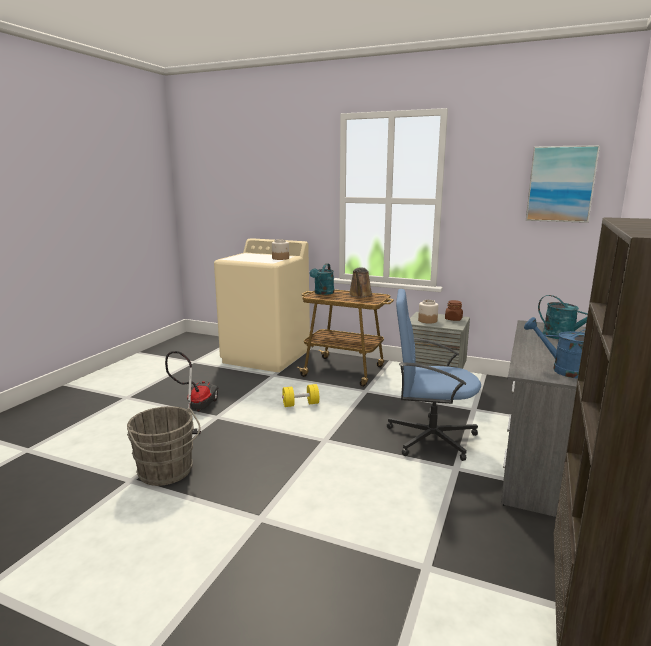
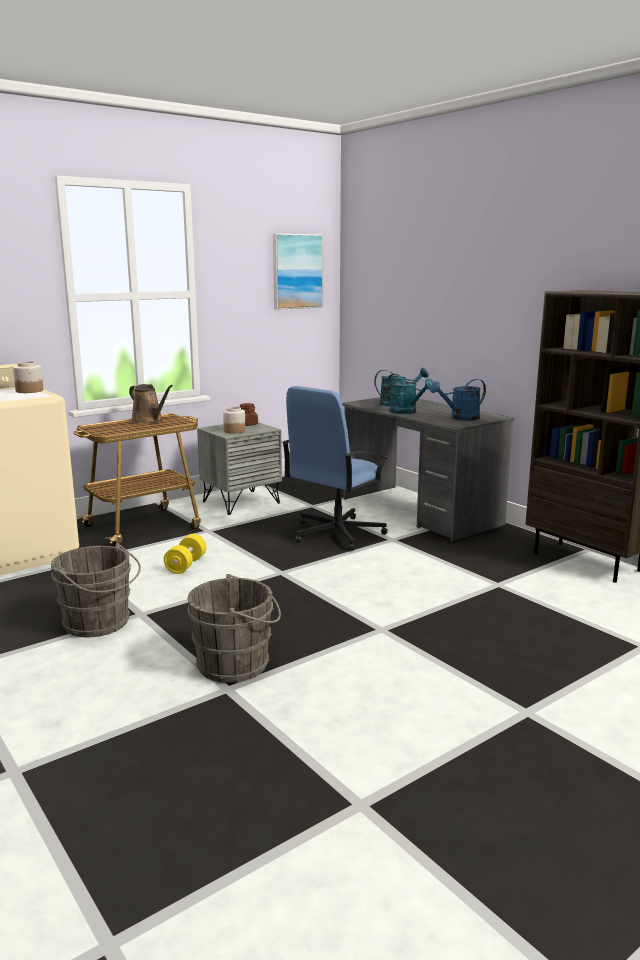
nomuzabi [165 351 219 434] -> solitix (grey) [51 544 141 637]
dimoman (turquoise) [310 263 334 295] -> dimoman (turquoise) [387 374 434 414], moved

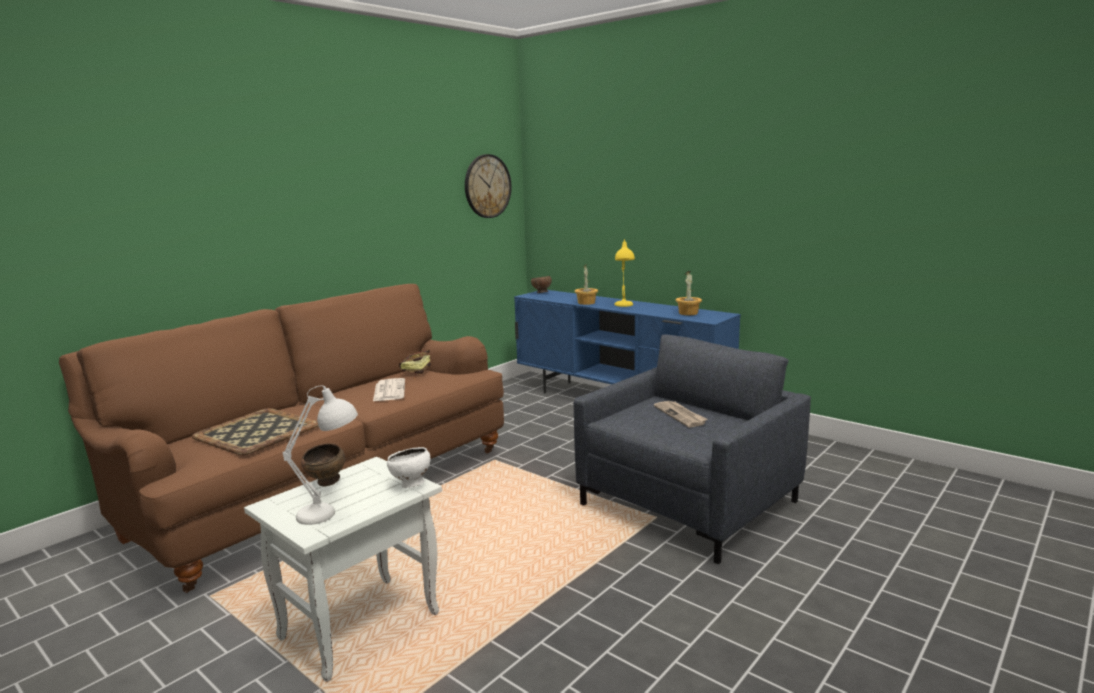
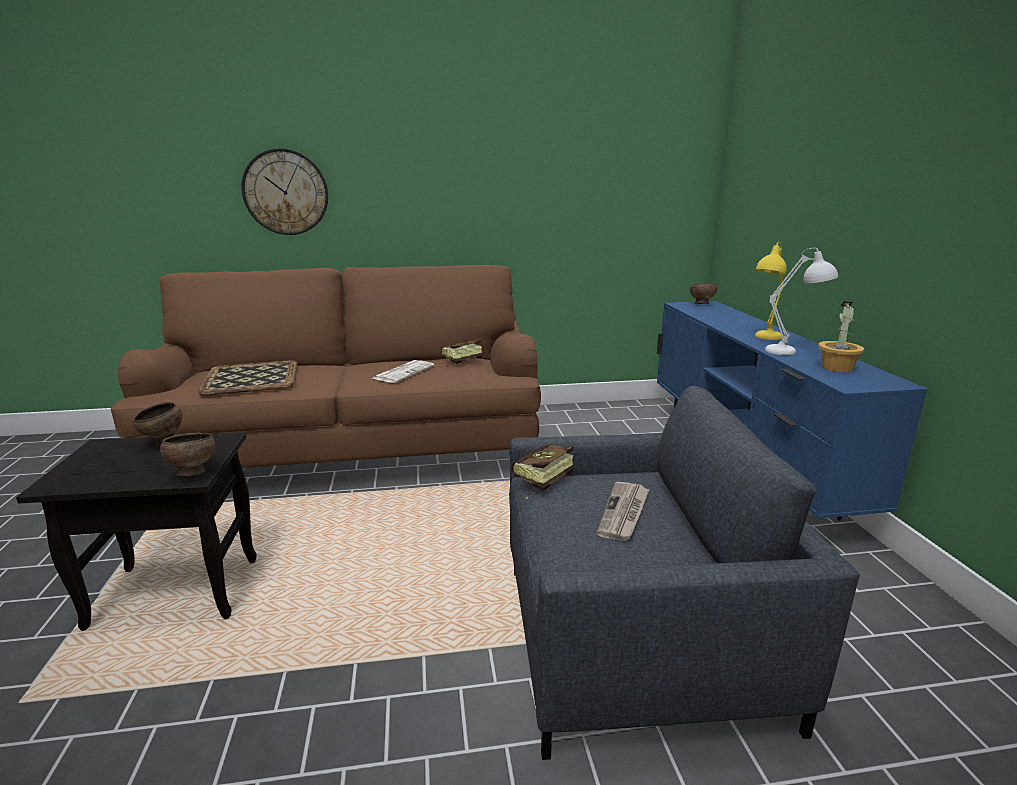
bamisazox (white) [244 457 442 682] -> bamisazox (black) [16 432 257 631]
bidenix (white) [387 447 430 488] -> bidenix (brown) [160 432 215 476]
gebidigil [465 154 512 218] -> gebidigil [241 148 328 235], moved
none -> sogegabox [512 445 574 499]
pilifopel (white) [283 385 358 525] -> pilifopel (white) [765 248 838 355], moved
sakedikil [575 264 598 305] -> none

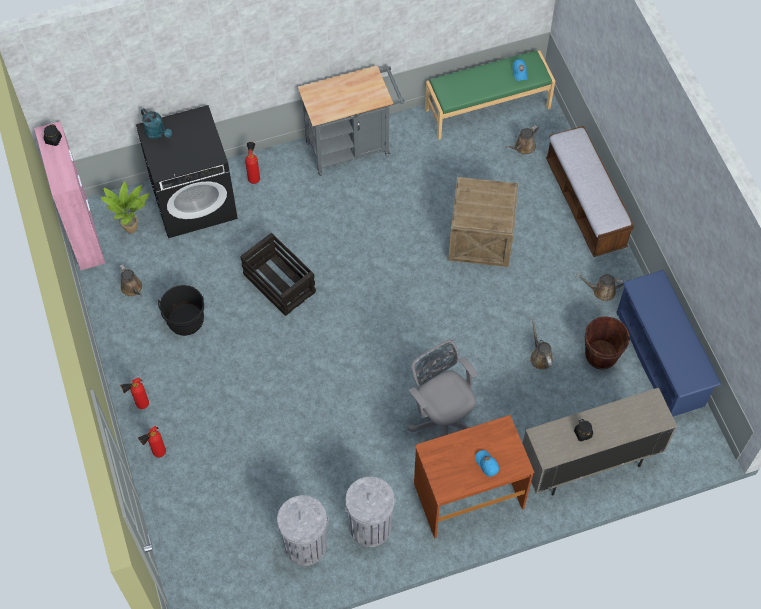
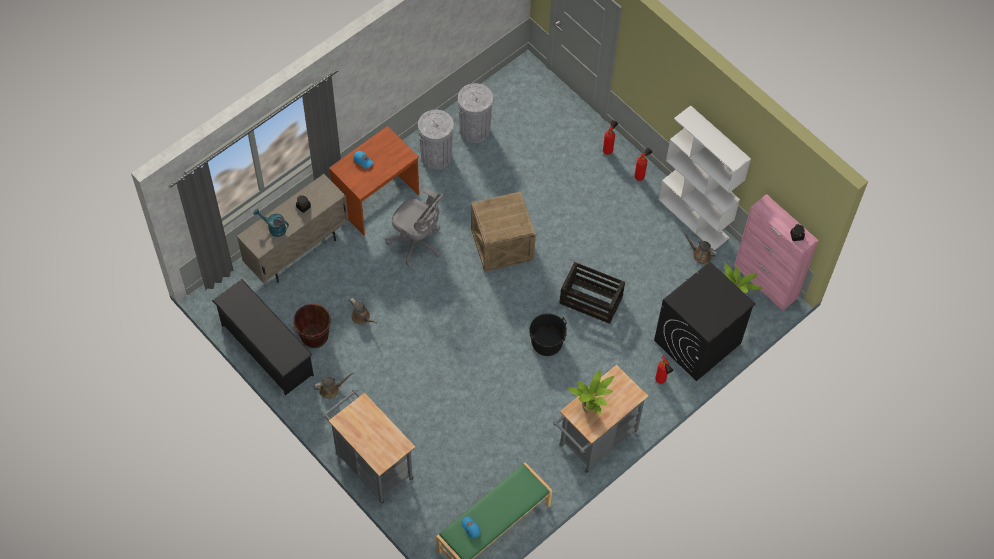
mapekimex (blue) [616 270 722 417] -> mapekimex (black) [212 279 314 395]
dimoman (turquoise) [141 108 172 139] -> dimoman (turquoise) [253 208 289 237], moved
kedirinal [546 126 634 257] -> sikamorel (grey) [322 389 415 504]
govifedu [448 177 519 267] -> govifedu [471 191 536 272], moved
solitix (black) [158 285 204 336] -> solitix (black) [529 313 567 356], moved
none -> sakedikil [567 370 614 414]
none -> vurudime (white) [658 105 751 250]
dimoman (brown) [506 125 539 155] -> none

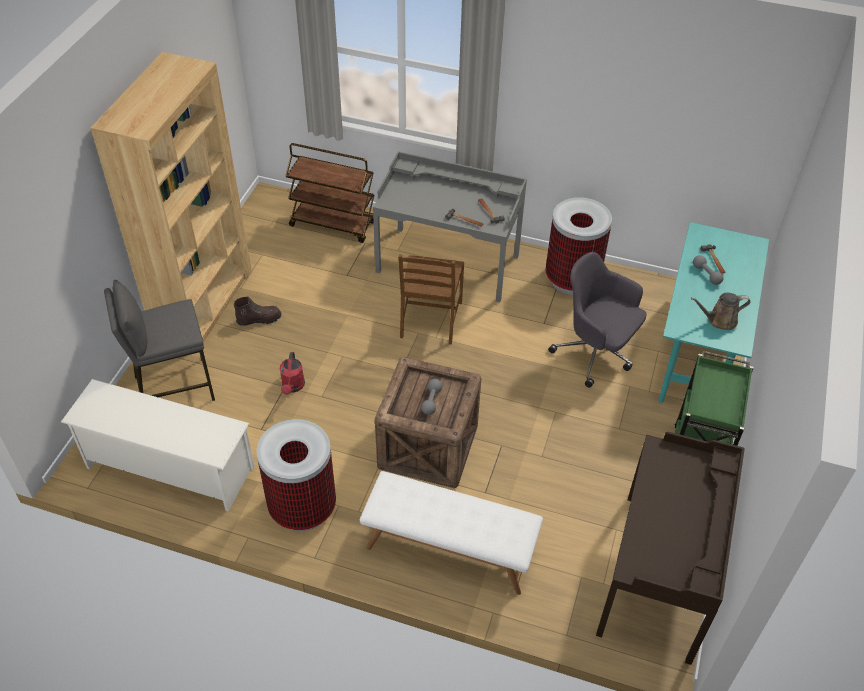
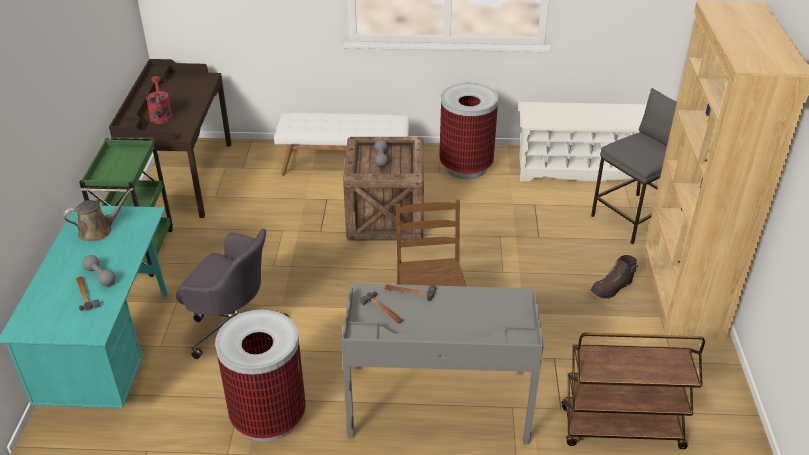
dimoman (red) [280 352 305 395] -> dimoman (red) [146 76 172 124], moved

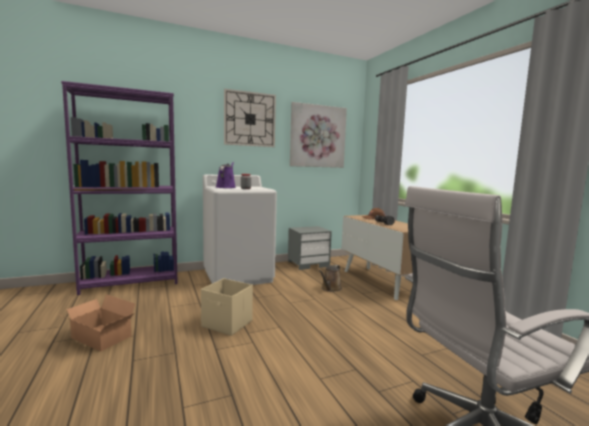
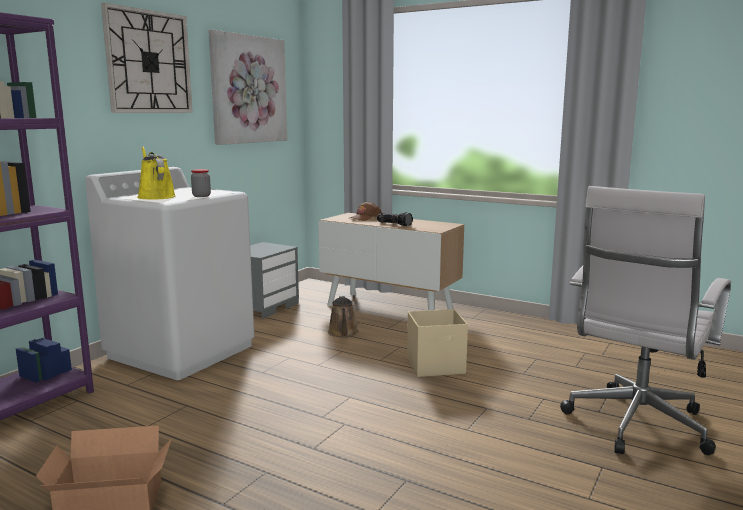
dimoman (purple) [216 162 236 188] -> dimoman (yellow) [137 147 176 199]
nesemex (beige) [201 278 253 336] -> nesemex (beige) [407 309 468 377], moved

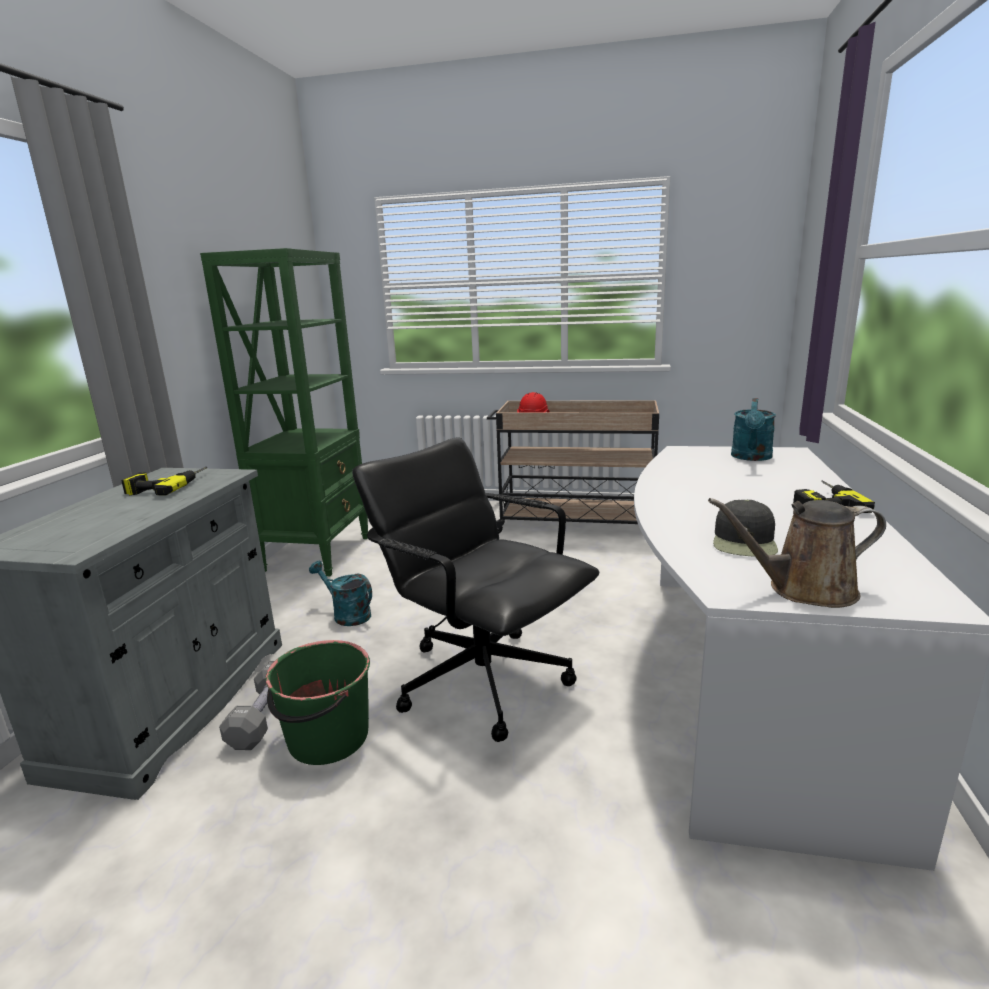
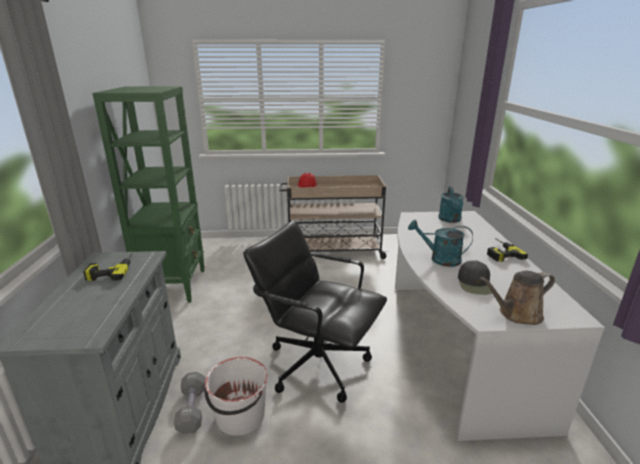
solitix (green) [266 640 370 765] -> solitix (white) [204 357 268 436]
dimoman (turquoise) [309 561 372 626] -> dimoman (turquoise) [408 220 473 267], moved

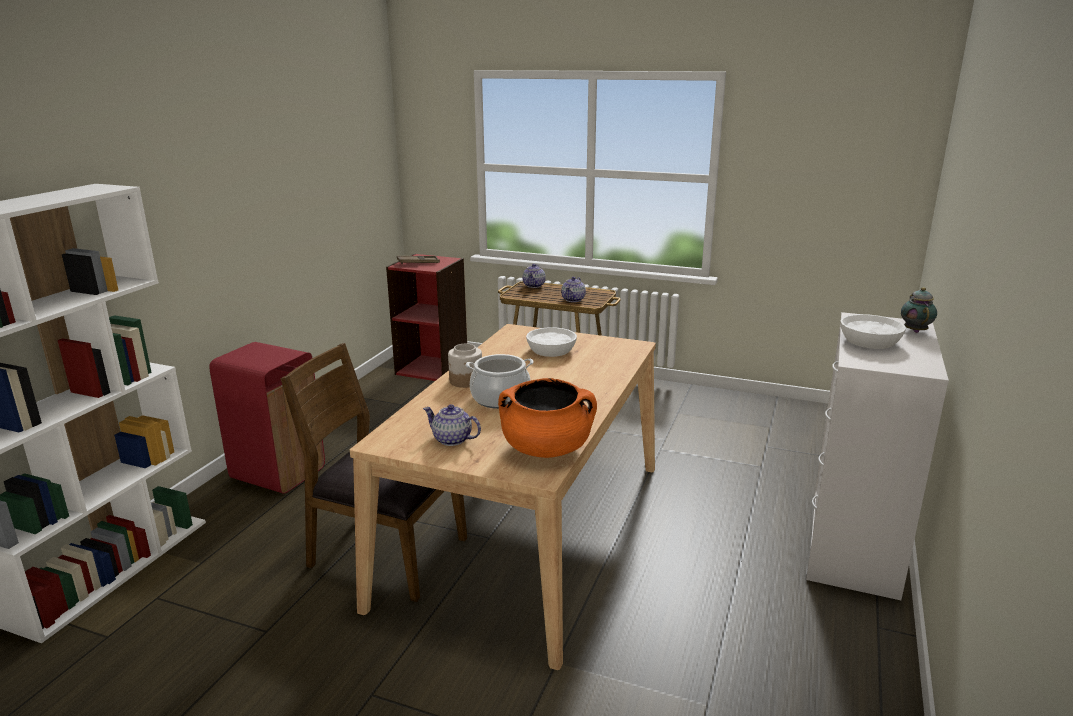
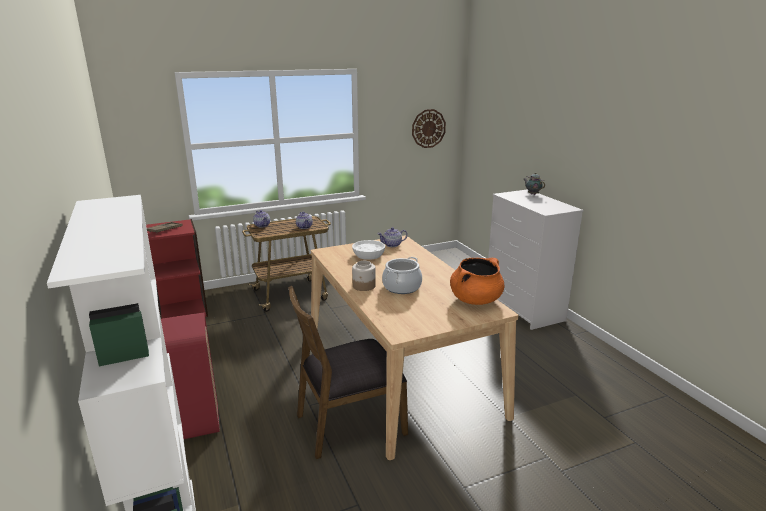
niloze [423 404 481 446] -> niloze [377 227 407 247], moved
none -> gebidigil [412 109 446 148]
bidenix (white) [840 314 906 349] -> none

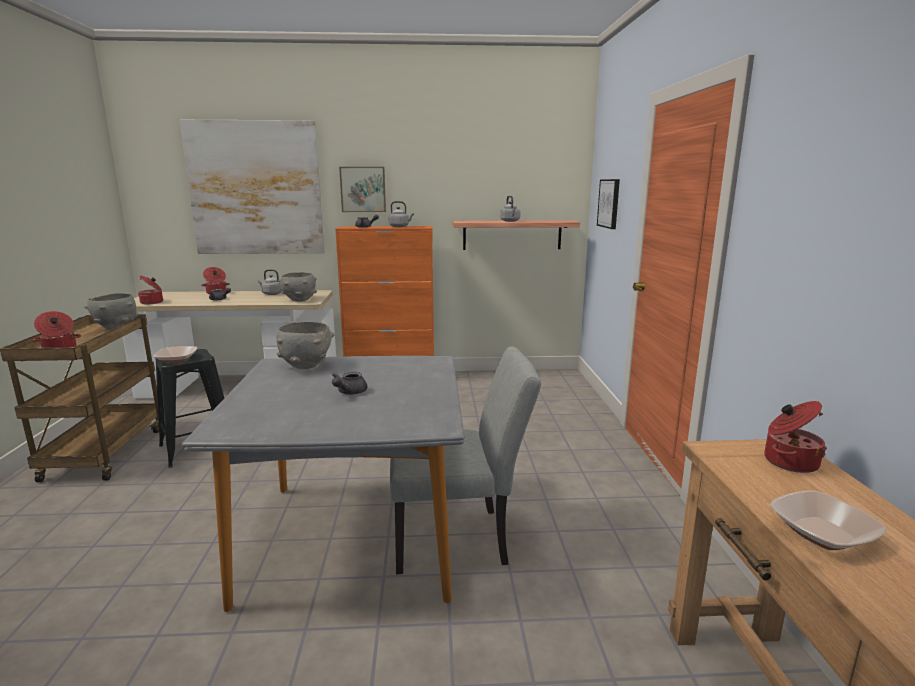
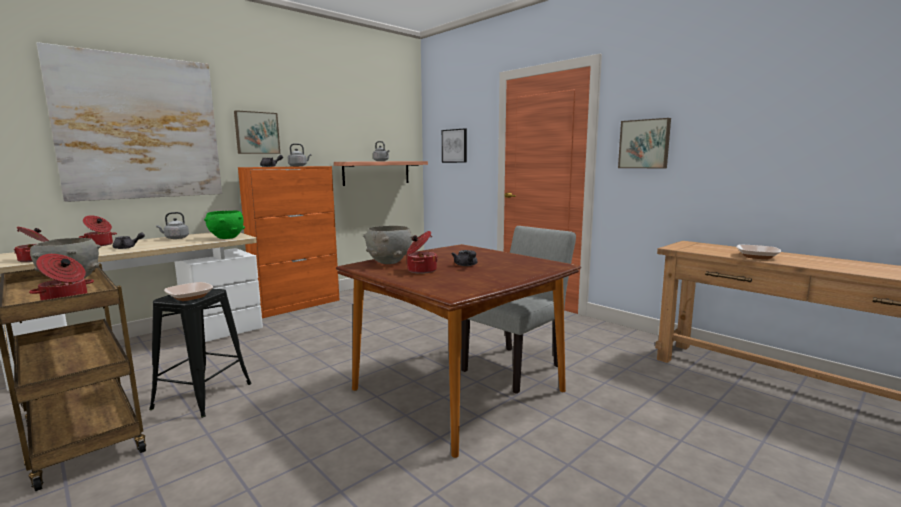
bidenix (grey) [278 272 317 302] -> bidenix (green) [204 211 245 239]
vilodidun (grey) [182 356 465 612] -> vilodidun (brown) [336 244 581 458]
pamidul [764 401 827 473] -> pamidul [407 231 438 274], moved
none -> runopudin [618 118 671 169]

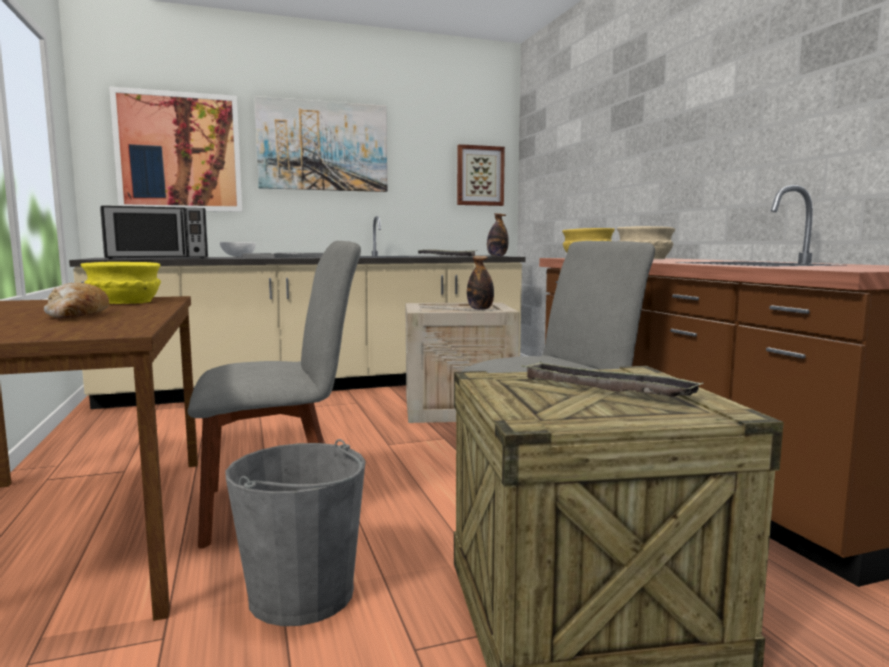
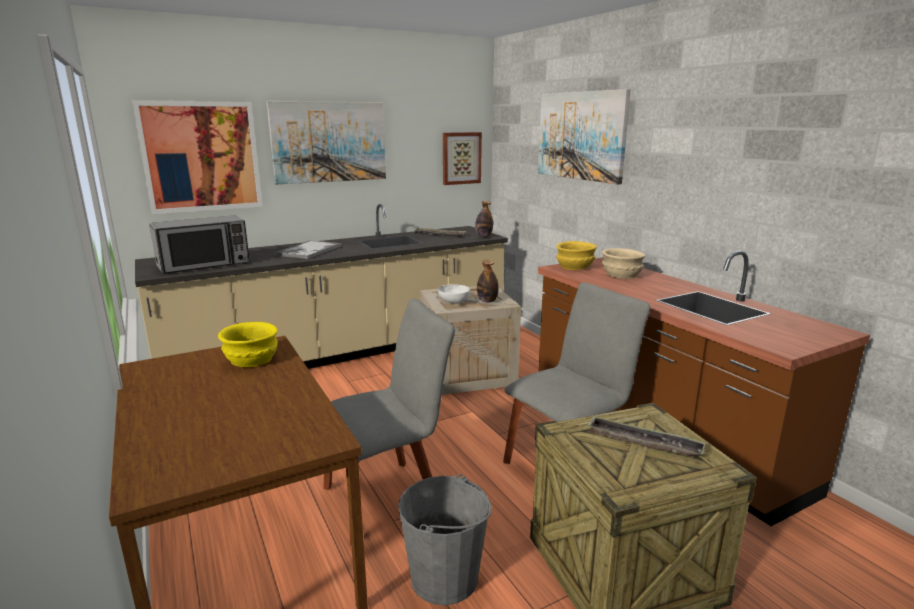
bidenix (white) [220 242 256 257] -> bidenix (white) [438 284 470 304], moved
none -> runopudin [538 89 630 184]
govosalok [44 283 109 318] -> none

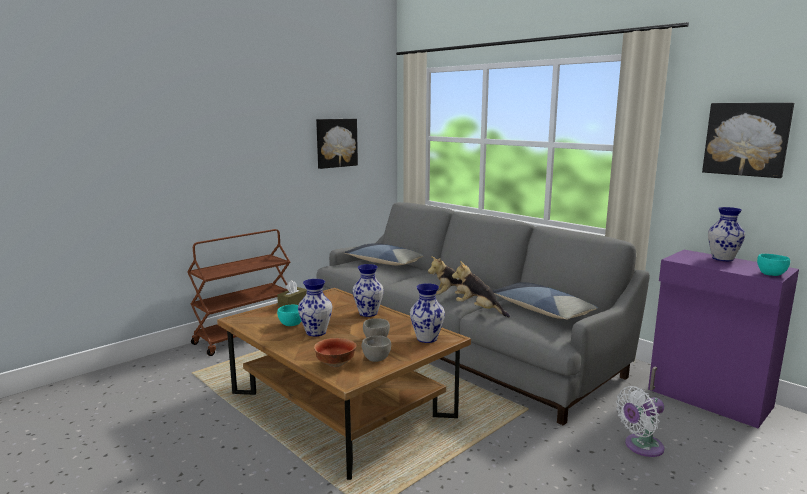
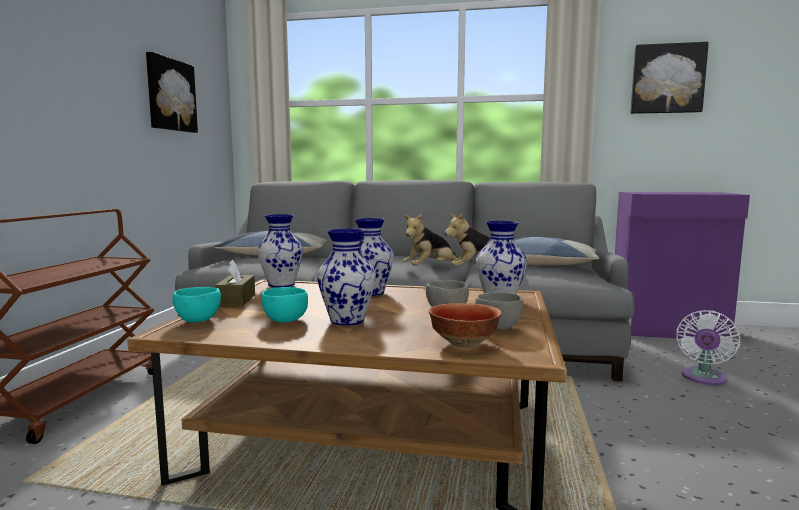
bidenix (turquoise) [757 254 790 276] -> bidenix (turquoise) [172 287 221 322], moved
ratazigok [708 207 745 261] -> ratazigok [257 214 303 287], moved

